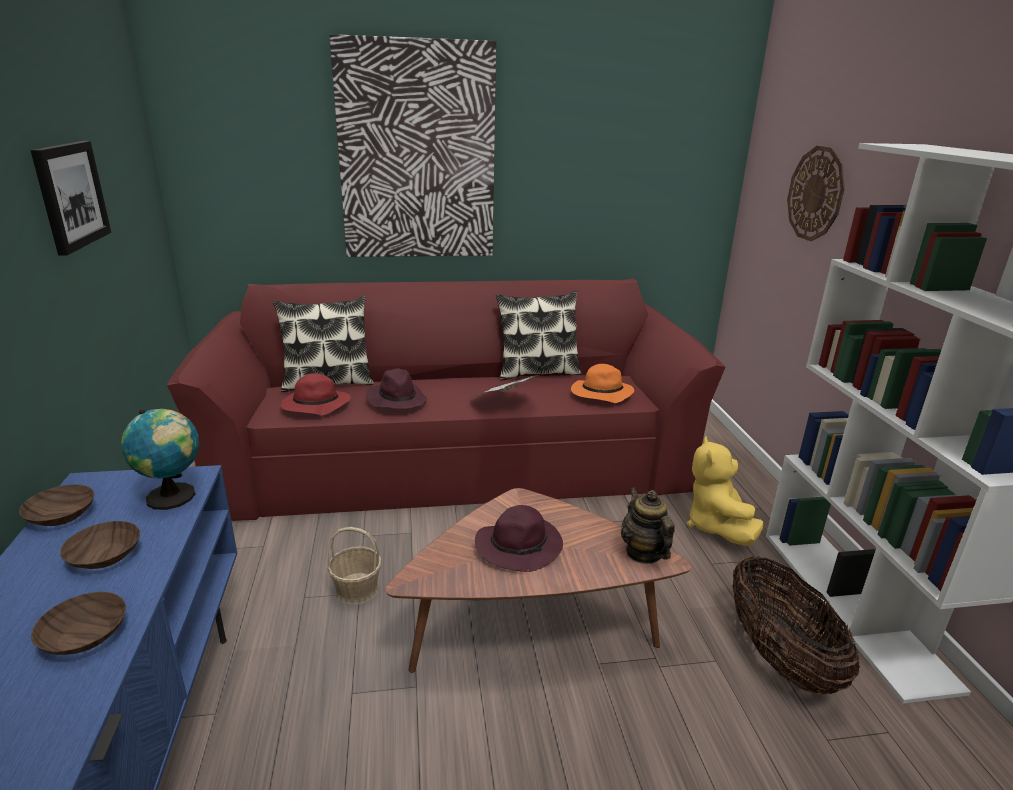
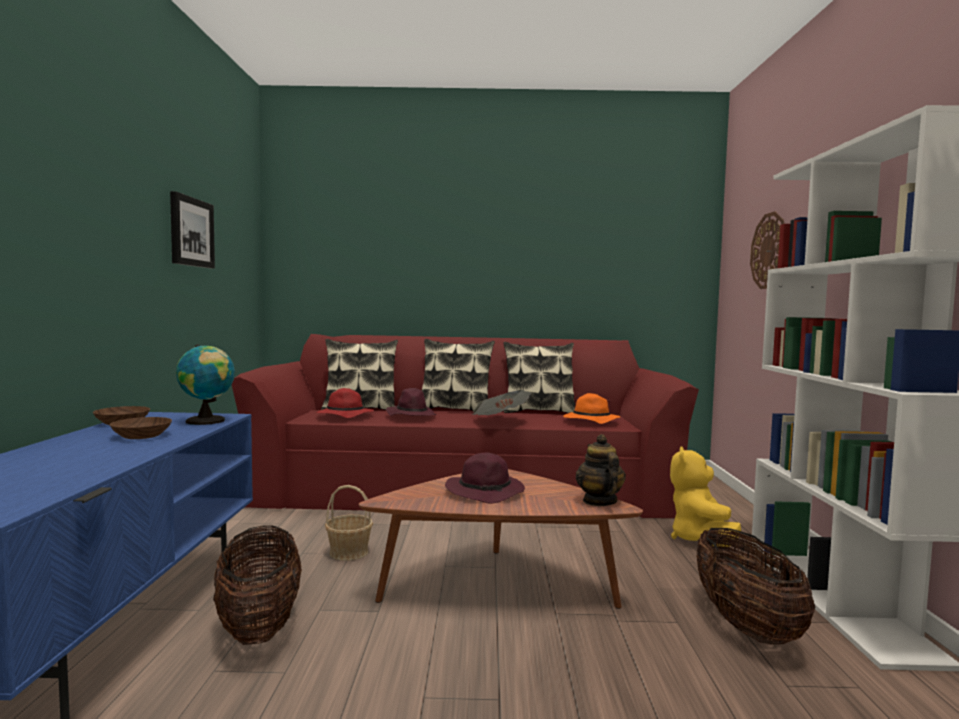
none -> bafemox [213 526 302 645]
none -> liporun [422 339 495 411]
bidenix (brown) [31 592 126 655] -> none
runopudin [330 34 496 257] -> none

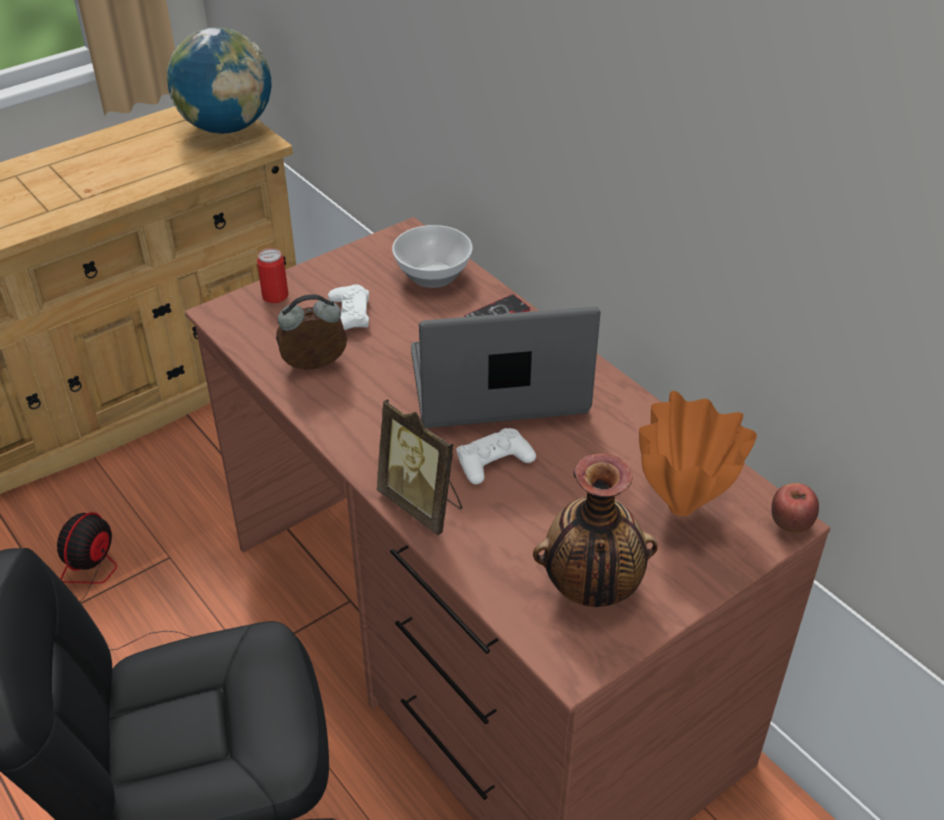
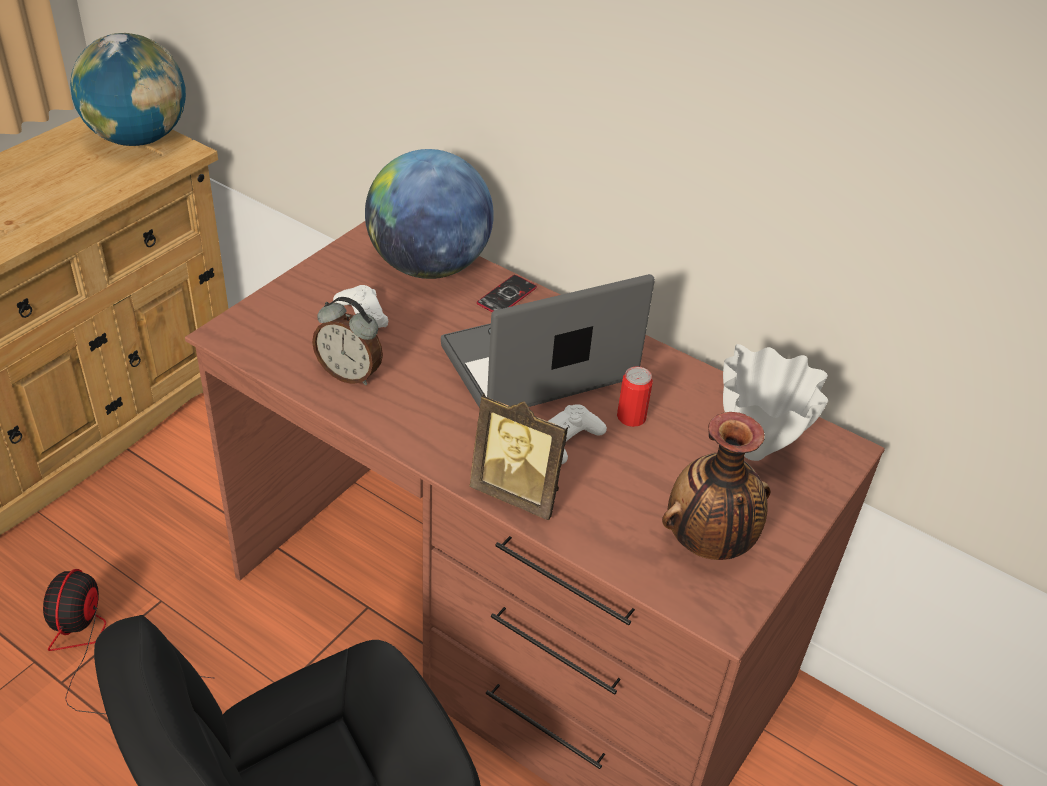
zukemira [276 294 347 370] -> zukemira [312 297 383 385], 120 degrees counterclockwise
bidenix [392 225 473 288] -> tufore [365 149 494 279]
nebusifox [257 248 288 303] -> nebusifox [617 366 653 427], moved
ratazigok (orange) [639 391 757 516] -> ratazigok (white) [723 344 828 461]
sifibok [771 483 819 533] -> none

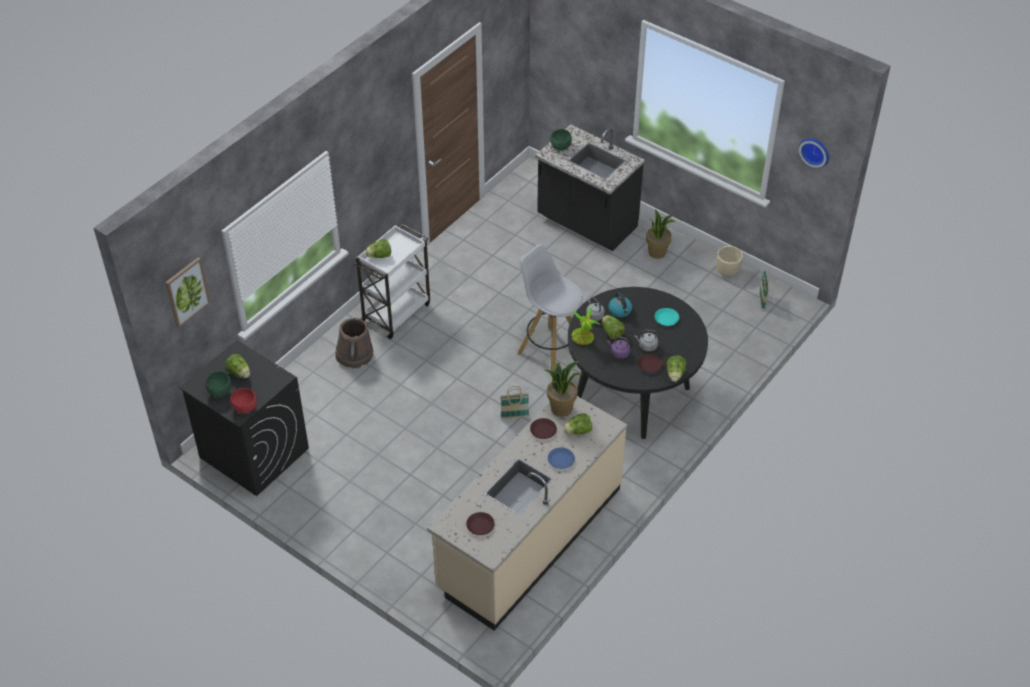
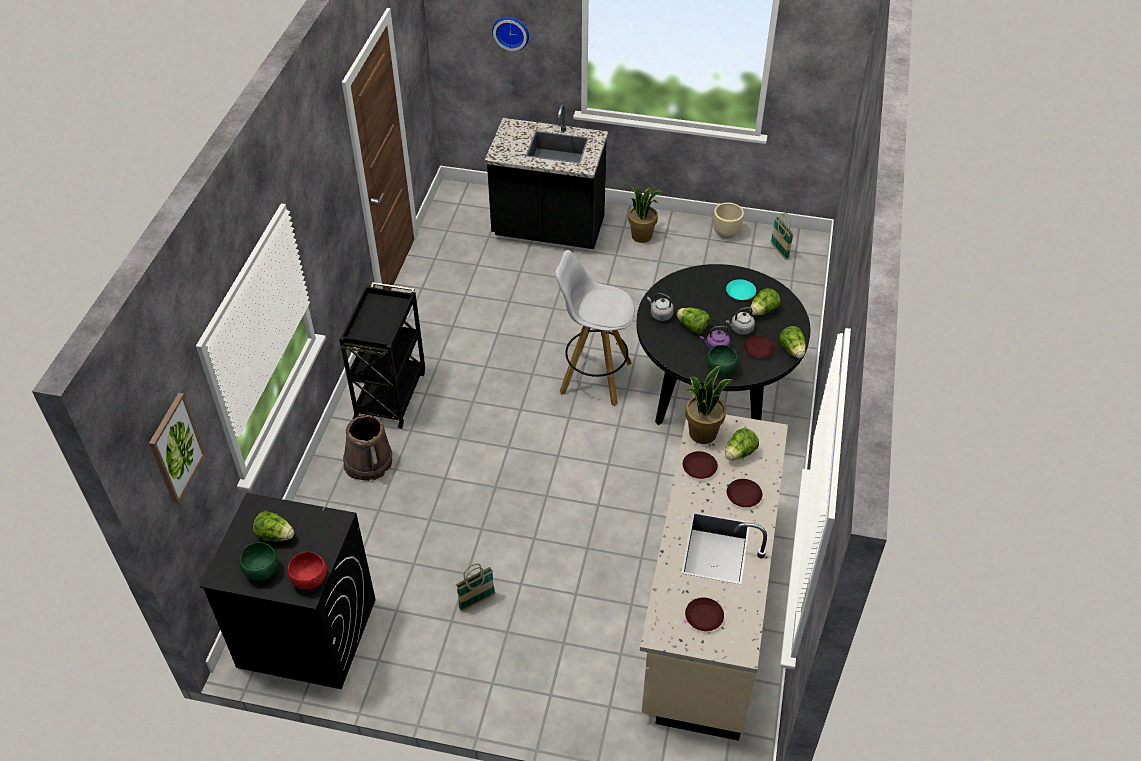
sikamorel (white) [354 224 430 339] -> sikamorel (black) [339 282 425 429]
bafemox [500 386 529 419] -> bafemox [456 564 495 611], moved
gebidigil [799 138 829 168] -> gebidigil [492 17 529 51], moved
bidenix (green) [550 129 572 151] -> bidenix (green) [707 345 738 376], moved
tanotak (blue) [548 447 575 469] -> tanotak (brown) [727 479 762 507]
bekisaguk [365 239 391 258] -> bekisaguk [750 288 780 315], moved
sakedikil [570 306 600 345] -> none
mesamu [608 292 632 317] -> none

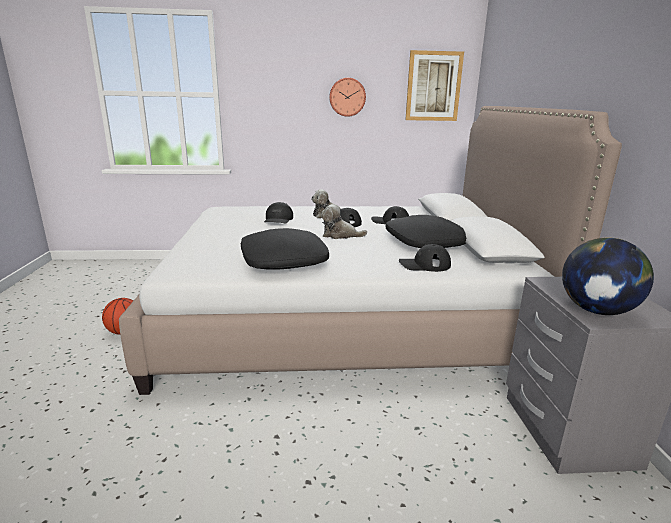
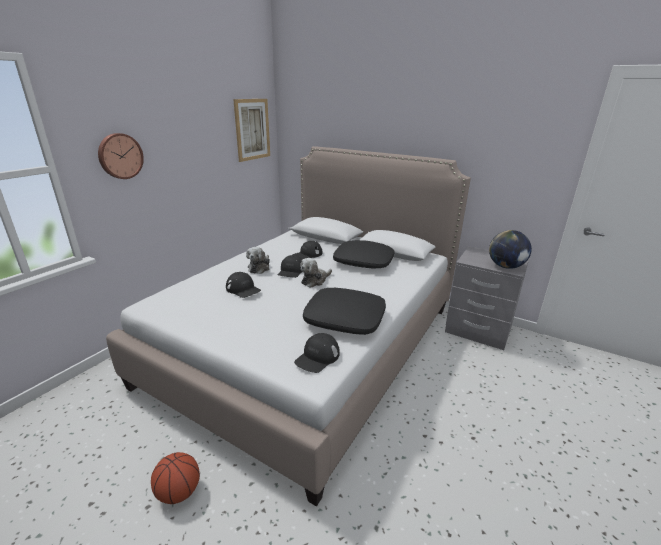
gebidigil [329 78 366 117] -> gebidigil [98 133 144 179], moved
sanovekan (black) [399 244 451 272] -> sanovekan (black) [294 333 340 373], moved

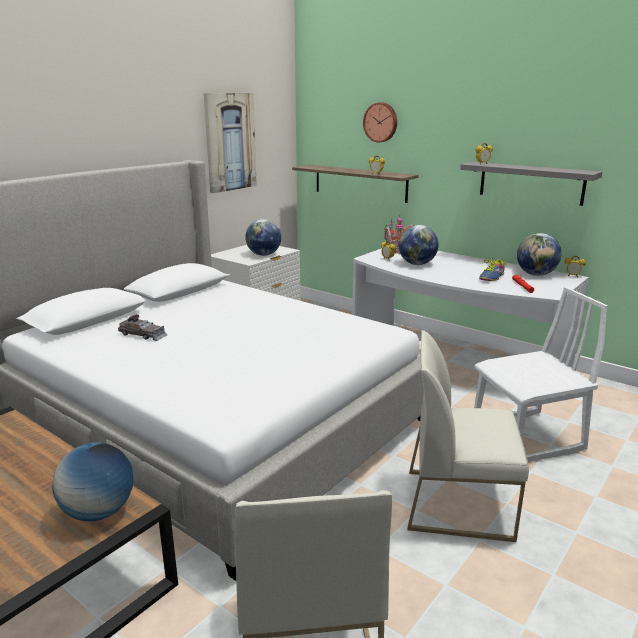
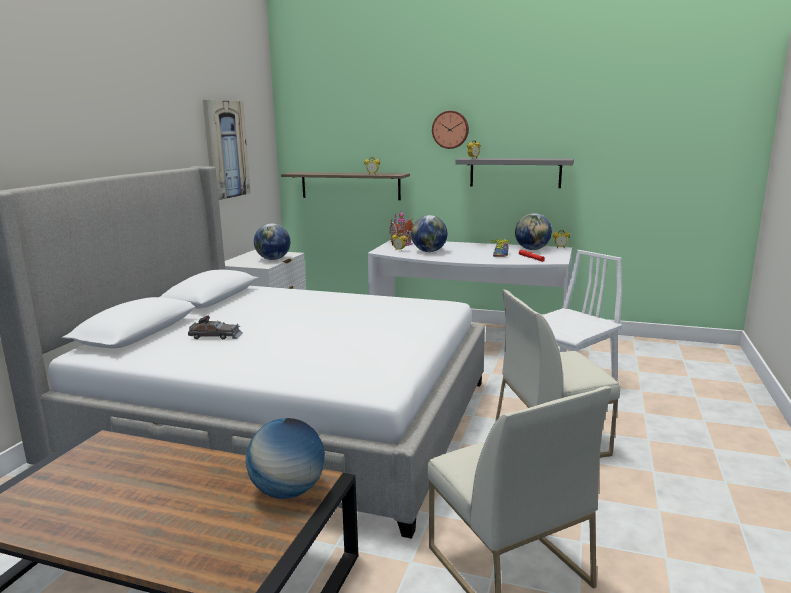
gebidigil [363 103 397 142] -> gebidigil [432 111 469 149], moved

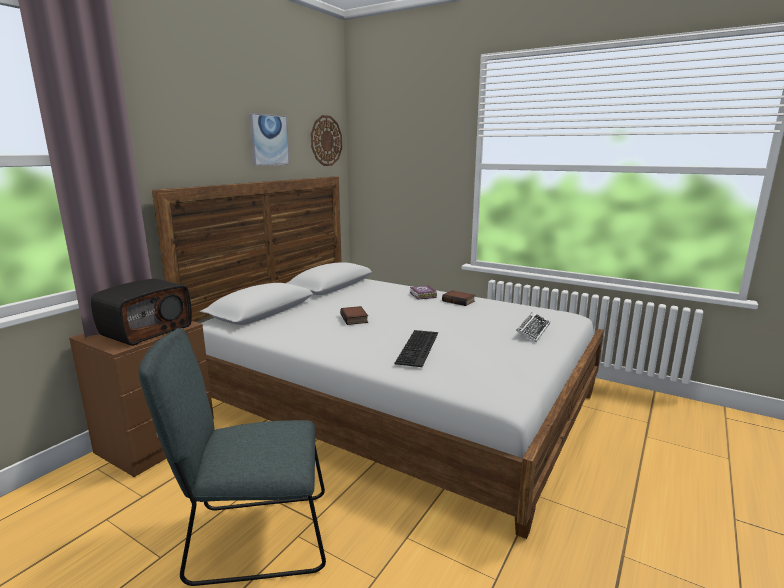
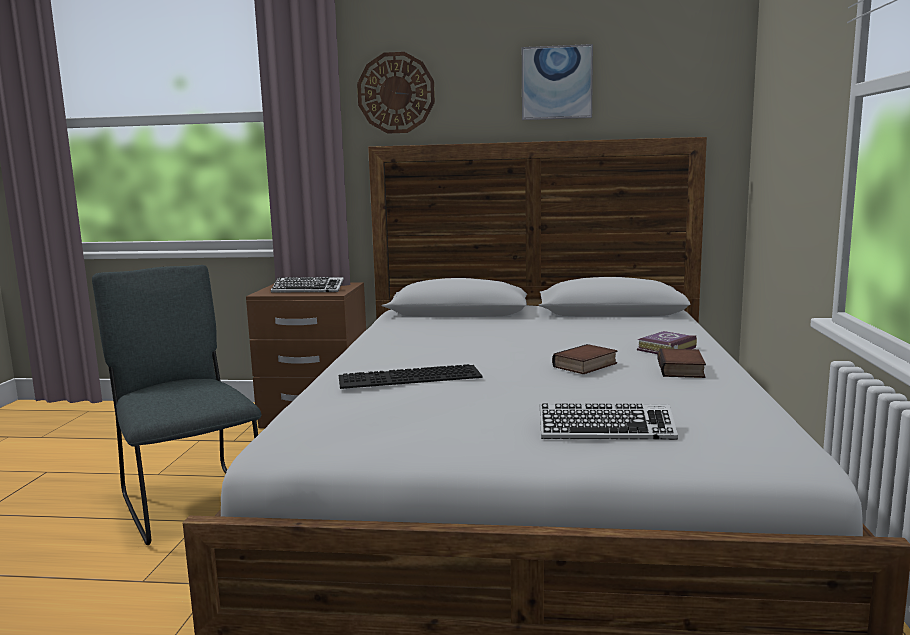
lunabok [91 279 192 346] -> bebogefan [271 277 344 292]
gebidigil [311 115 342 166] -> gebidigil [357 52 435 134], moved
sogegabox [340 306 368 325] -> sogegabox [552 344 618 374], moved

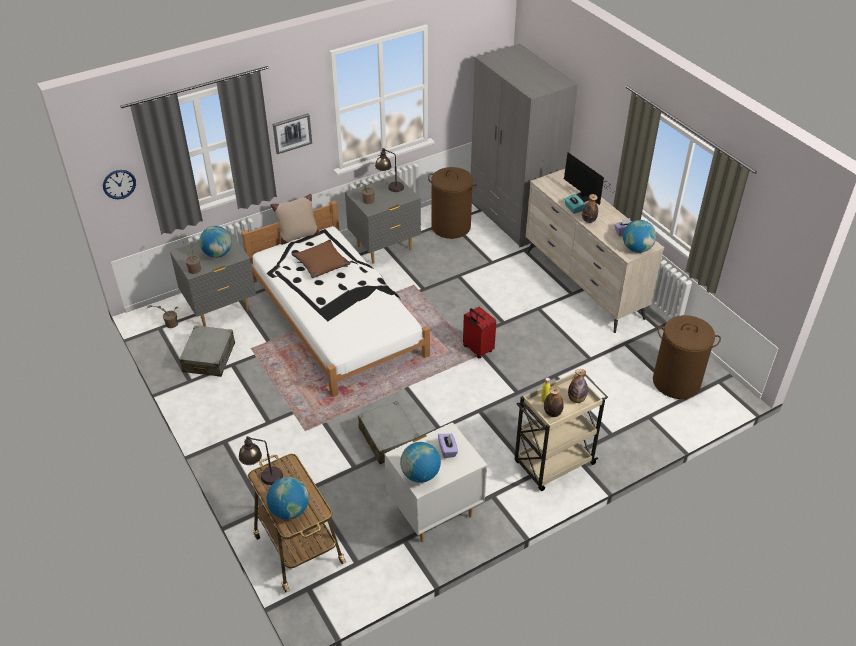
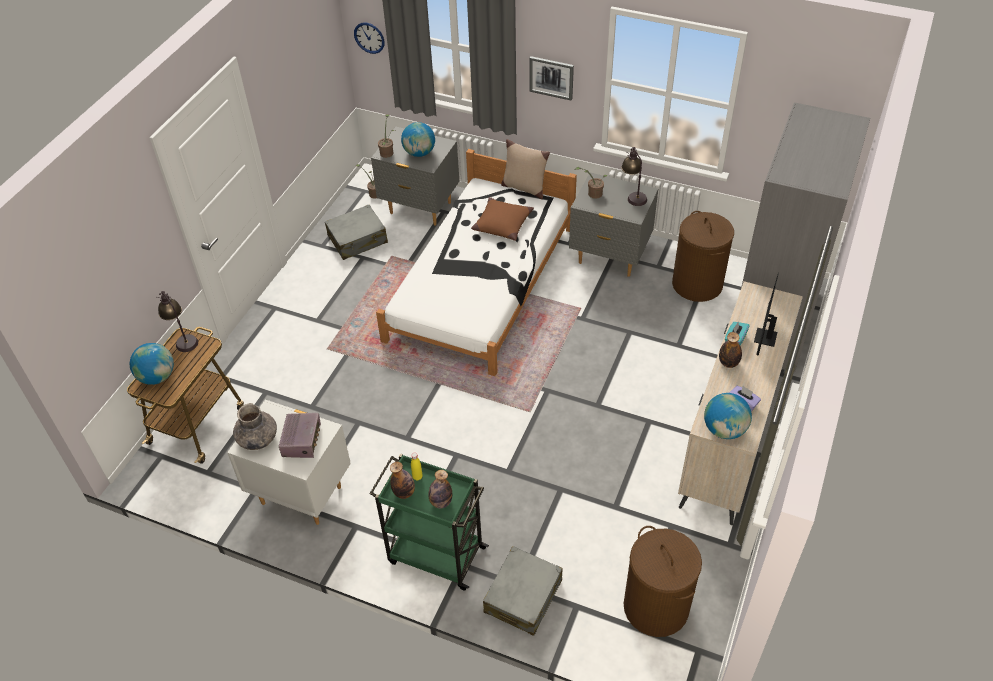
tufore [400 442 441 483] -> ratazigok (grey) [233 403 277 450]
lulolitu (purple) [438 434 458 459] -> lunabok [279 413 321 458]
sikamorel (beige) [515 372 608 491] -> sikamorel (green) [369 453 489 591]
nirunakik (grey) [358 401 419 464] -> nirunakik (grey) [483 546 563 636], moved
nirunakik (red) [463 307 496 358] -> none

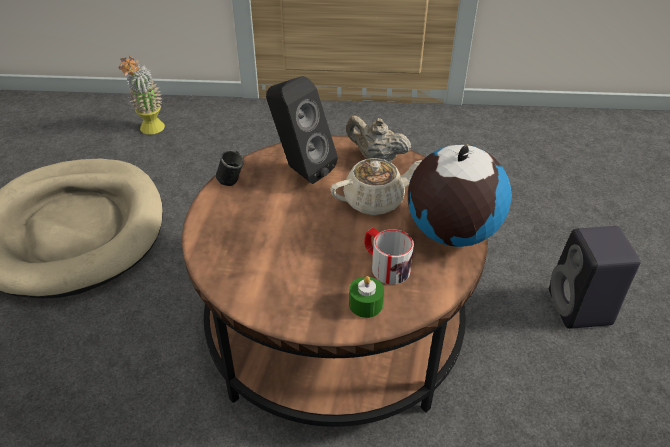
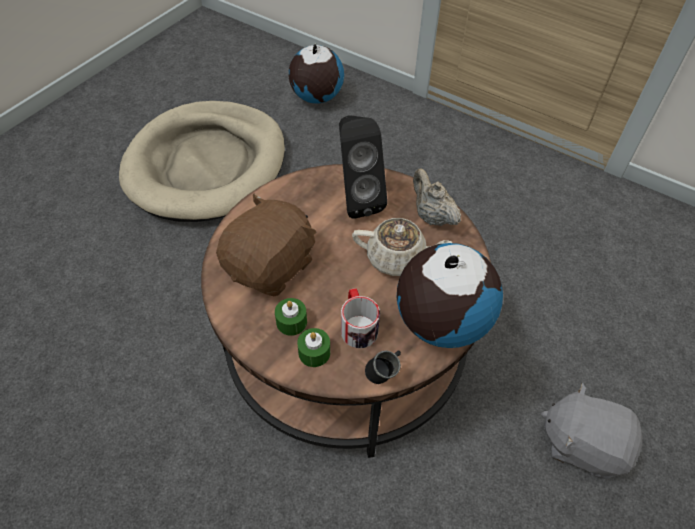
none -> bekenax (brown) [216 194 317 296]
none -> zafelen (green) [275 298 307 336]
sakedikil [118 55 165 135] -> tufore [288 44 344 104]
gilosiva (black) [216 151 244 186] -> gilosiva (black) [365 350 401 384], moved
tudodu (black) [549 226 641 329] -> bekenax (grey) [541 383 643 479]

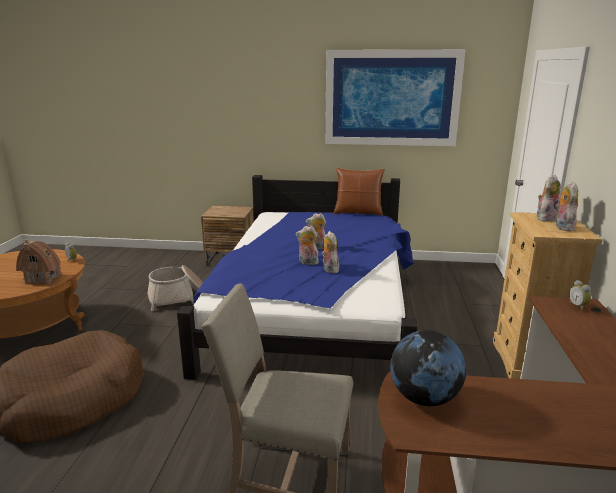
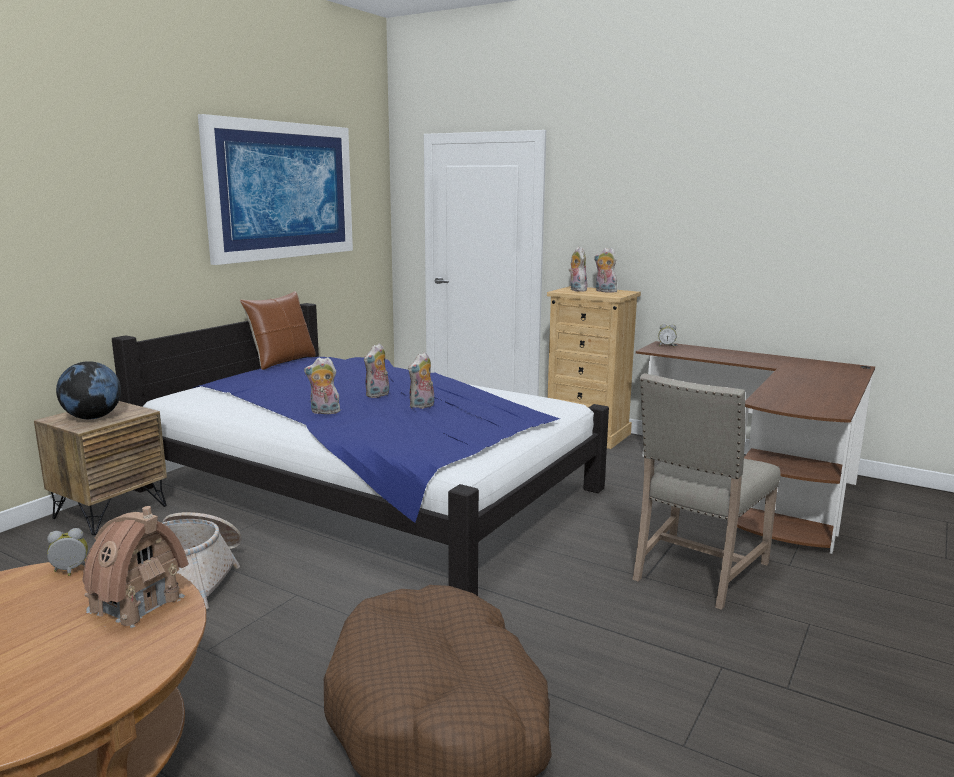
tufore [390 330 466 406] -> tufore [56 361 121 419], moved
bekenax [321 231 339 273] -> bekenax [304 357 342 414], moved

